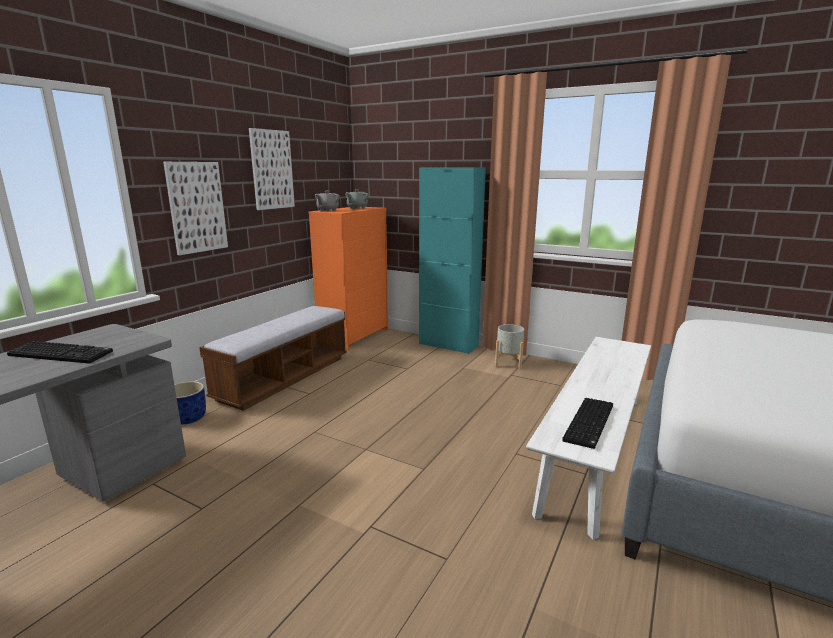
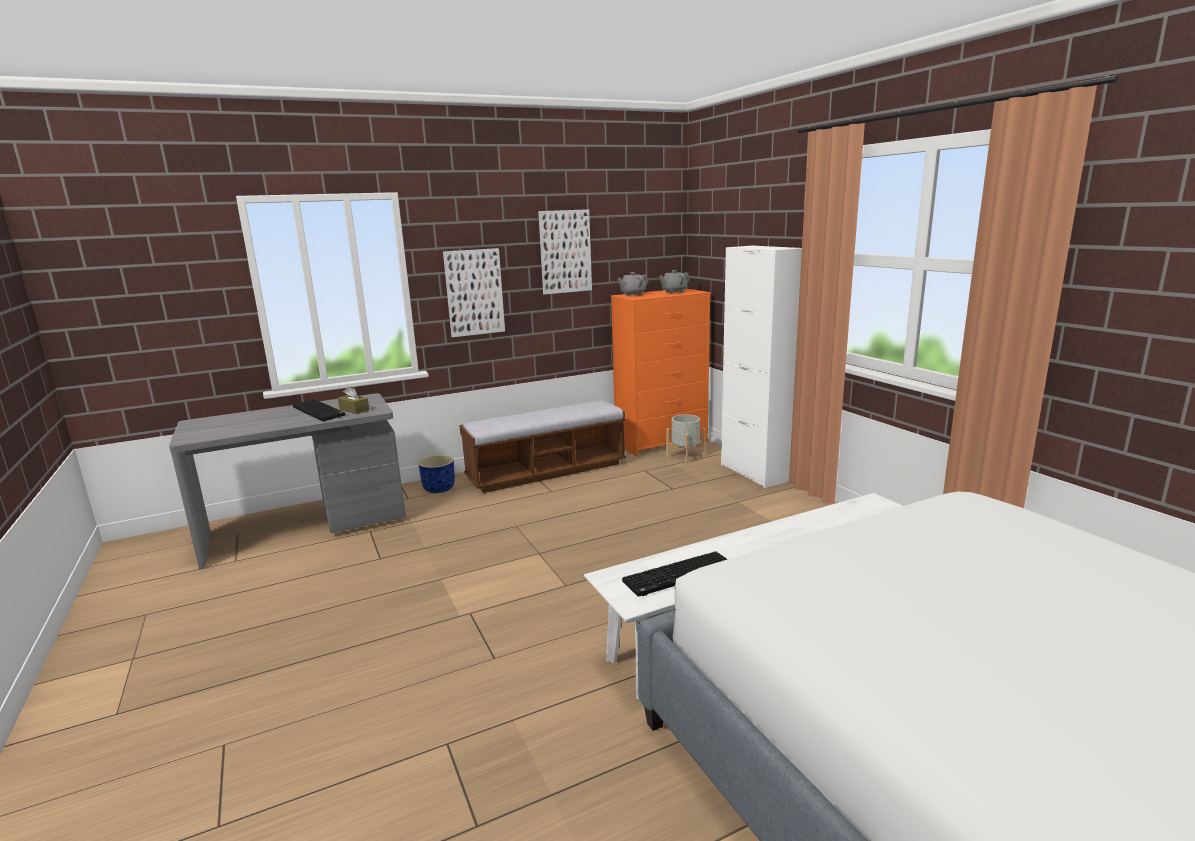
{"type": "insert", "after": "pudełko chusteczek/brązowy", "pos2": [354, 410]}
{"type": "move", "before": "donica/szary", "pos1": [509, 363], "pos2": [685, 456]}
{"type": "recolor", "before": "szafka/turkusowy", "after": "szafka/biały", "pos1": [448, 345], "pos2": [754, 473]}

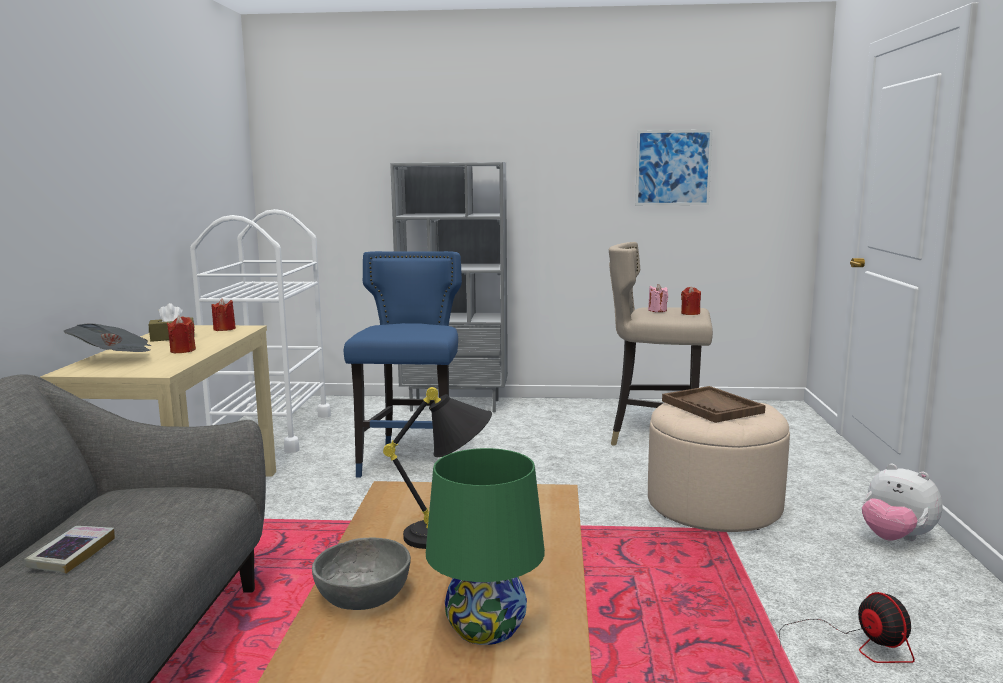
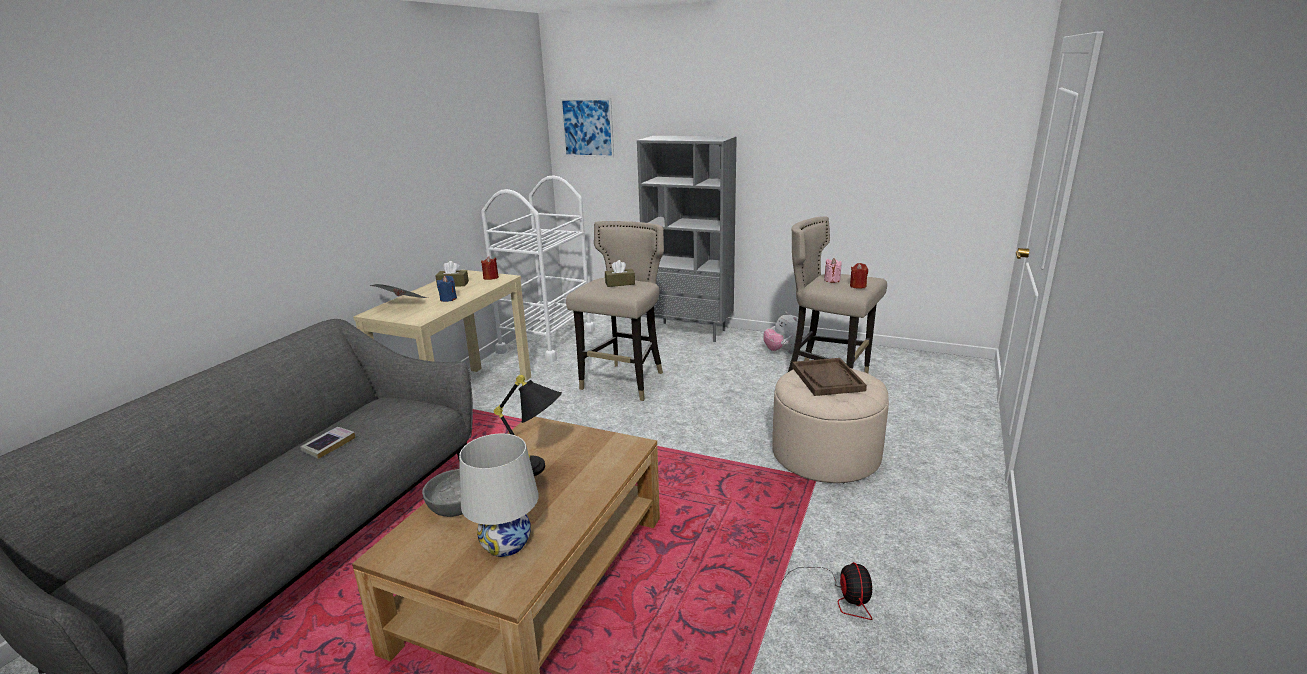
{"type": "insert", "after": "pudełko chusteczek/brązowy", "pos2": [620, 283]}
{"type": "move", "before": "obraz", "pos1": [673, 168], "pos2": [587, 127]}
{"type": "move", "before": "pluszak", "pos1": [896, 539], "pos2": [784, 352]}
{"type": "recolor", "before": "świeca/czerwony", "after": "świeca/niebieski", "pos1": [183, 350], "pos2": [448, 299]}
{"type": "recolor", "before": "stołek/niebieski", "after": "stołek/beżowy", "pos1": [412, 464], "pos2": [624, 382]}
{"type": "recolor", "before": "lampa stołowa/zielony", "after": "lampa stołowa/biały", "pos1": [485, 627], "pos2": [505, 544]}

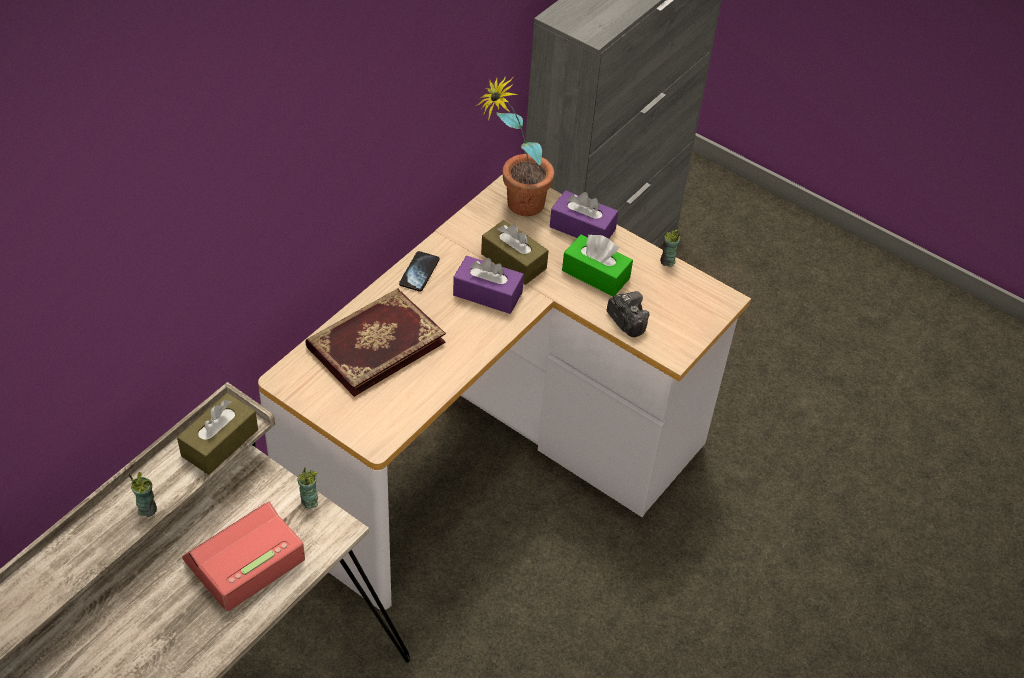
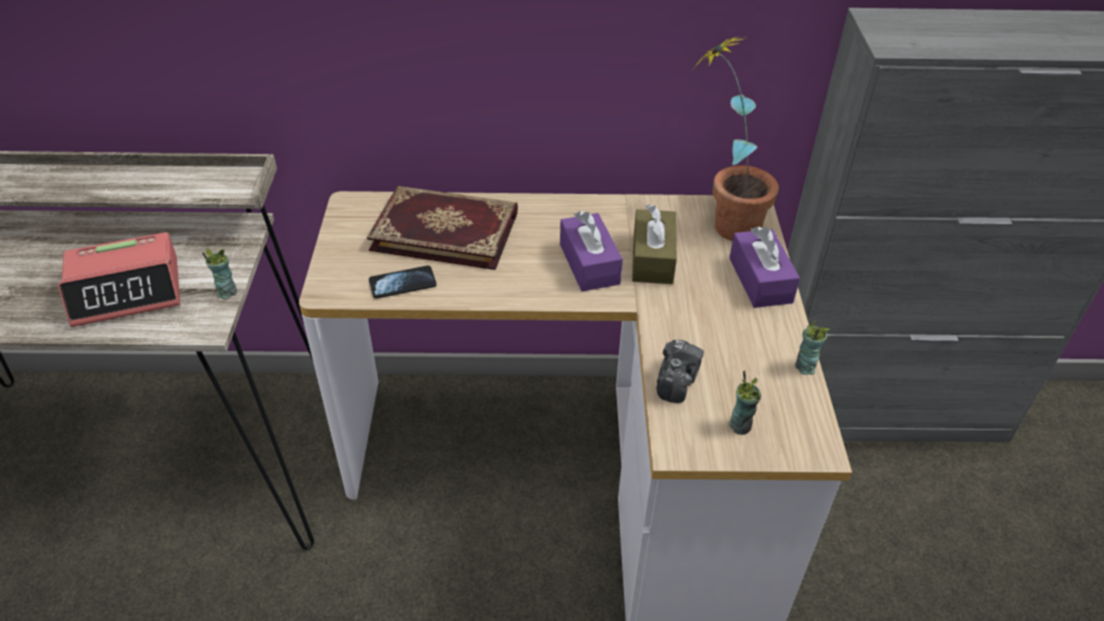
{"type": "delete", "before": "pudełko chusteczek/brązowy", "pos1": [220, 442]}
{"type": "delete", "before": "pudełko chusteczek/zielony", "pos1": [595, 274]}
{"type": "move", "before": "filiżanka", "pos1": [147, 509], "pos2": [740, 425]}
{"type": "move", "before": "telefon", "pos1": [419, 272], "pos2": [402, 283]}
{"type": "rotate", "before": "budzik", "pos1": [244, 561], "pos2": [127, 290], "turn": 150}

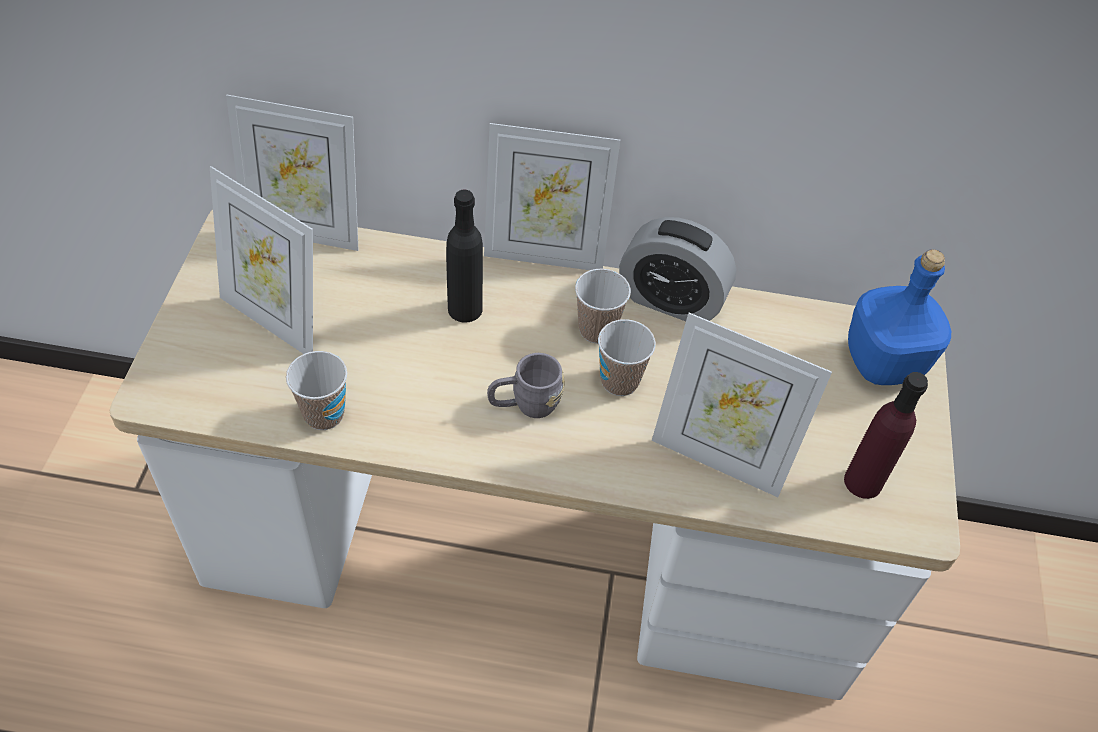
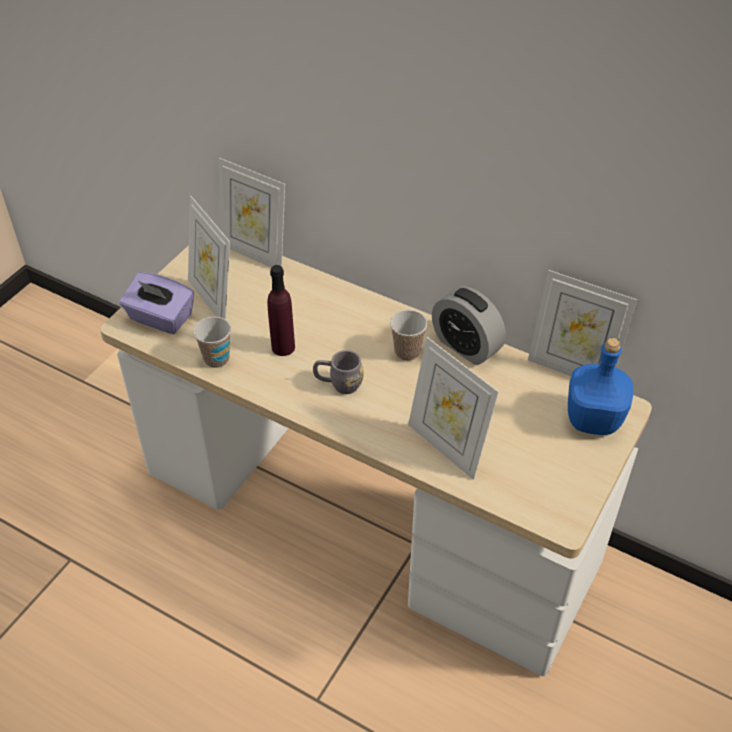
{"type": "delete", "before": "butelka/czarny", "pos1": [465, 309]}
{"type": "delete", "before": "filiżanka", "pos1": [619, 381]}
{"type": "insert", "after": "pudełko chusteczek/fioletowy", "pos2": [160, 318]}
{"type": "move", "before": "ramka na zdjęcie", "pos1": [544, 254], "pos2": [571, 369]}
{"type": "move", "before": "butelka/fioletowy", "pos1": [862, 482], "pos2": [283, 347]}

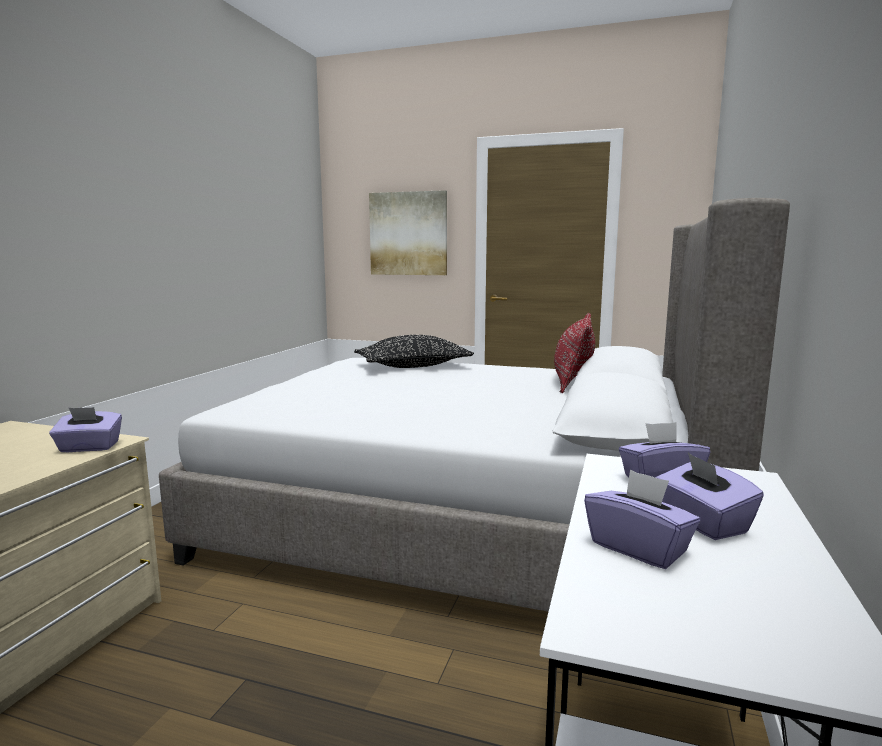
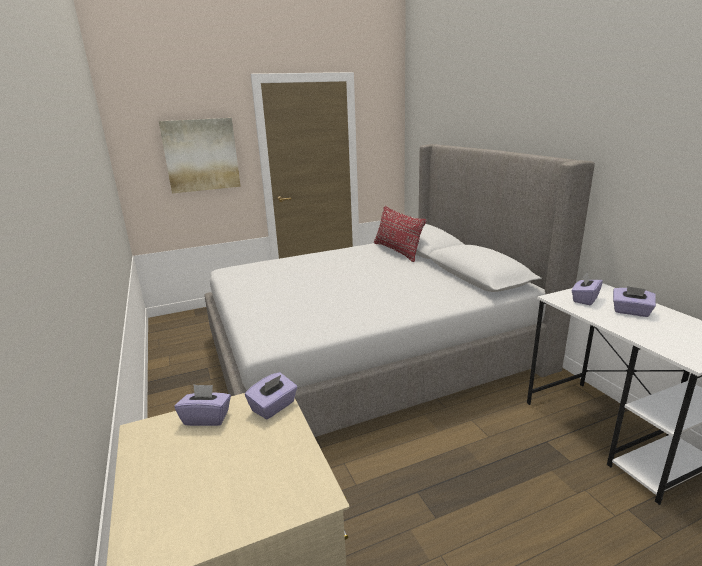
{"type": "delete", "before": "poduszka/czarny", "pos1": [413, 366]}
{"type": "move", "before": "pudełko chusteczek/fioletowy", "pos1": [638, 548], "pos2": [206, 418]}

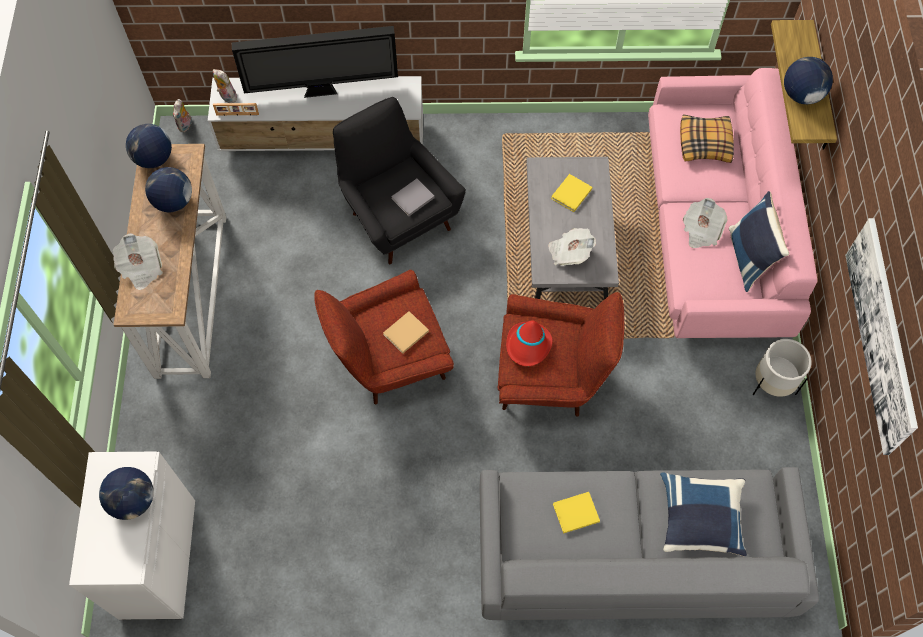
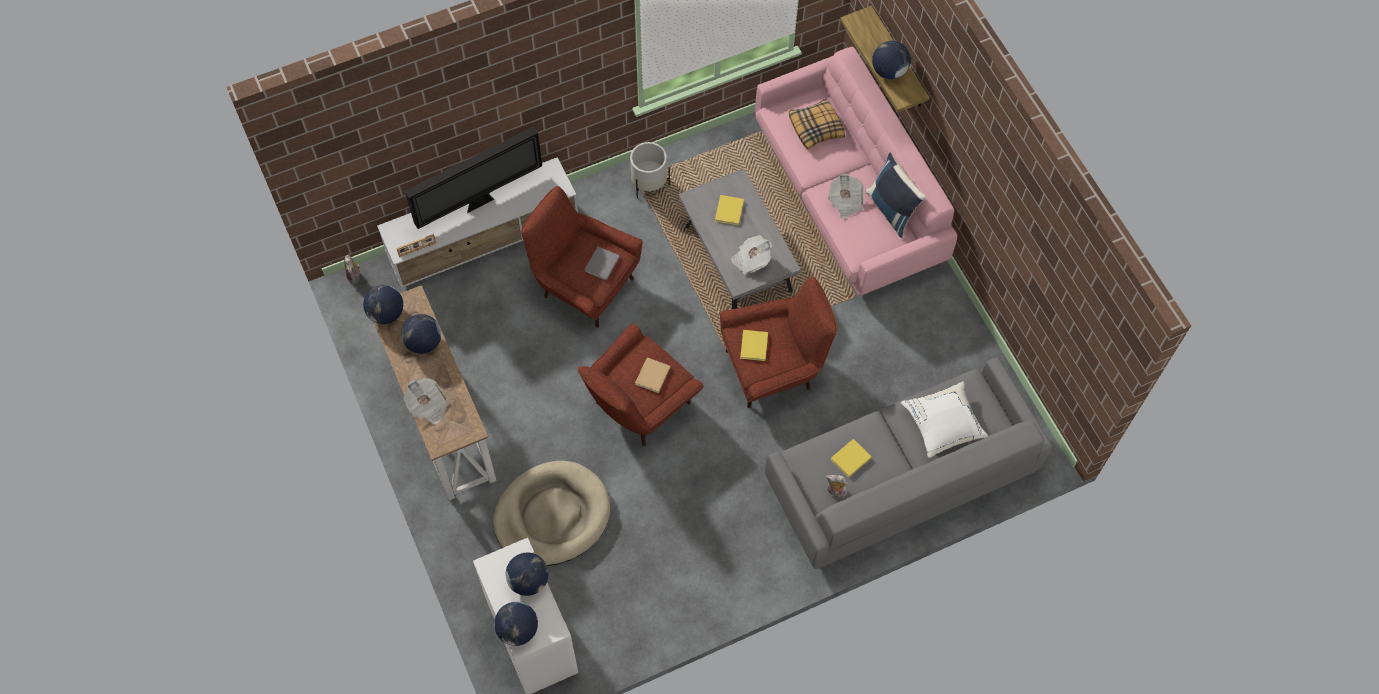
{"type": "delete", "before": "obraz", "pos1": [882, 334]}
{"type": "insert", "after": "legowisko/beżowy", "pos2": [552, 516]}
{"type": "insert", "after": "globus", "pos2": [518, 630]}
{"type": "move", "before": "pluszak", "pos1": [226, 97], "pos2": [835, 492]}
{"type": "move", "before": "donica/biały", "pos1": [773, 383], "pos2": [649, 183]}
{"type": "replace", "before": "kapelusz/czerwony", "after": "książka/żółty", "pos1": [528, 345], "pos2": [754, 347]}
{"type": "recolor", "before": "fotel/czarny", "after": "fotel/czerwony", "pos1": [398, 216], "pos2": [583, 284]}
{"type": "recolor", "before": "poduszka/niebieski", "after": "poduszka/biały", "pos1": [699, 519], "pos2": [942, 425]}

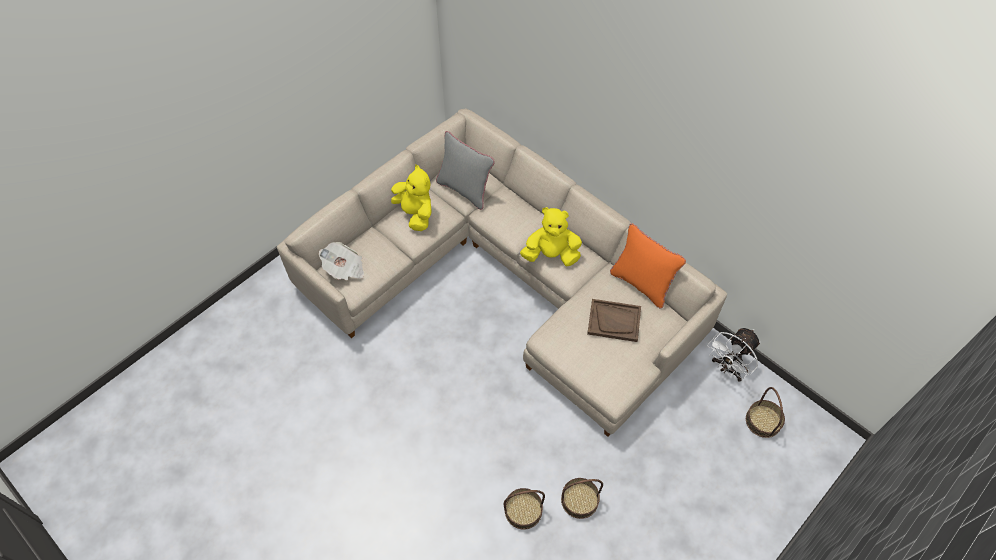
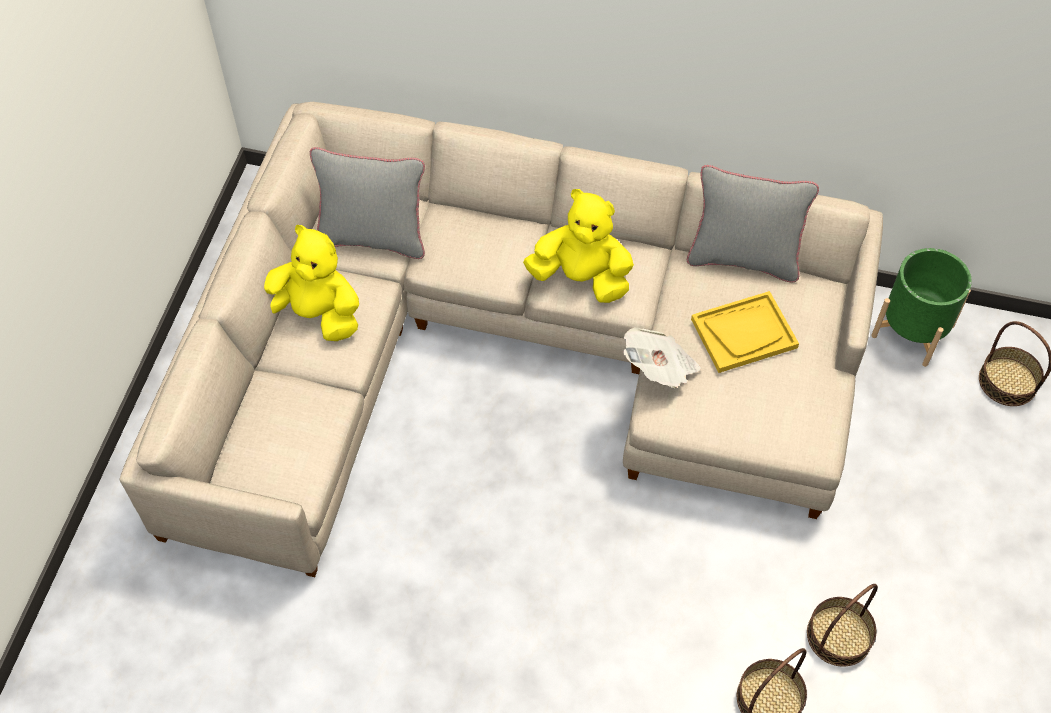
{"type": "move", "before": "gazeta", "pos1": [344, 269], "pos2": [660, 368]}
{"type": "replace", "before": "wentylator/biały", "after": "donica/zielony", "pos1": [727, 368], "pos2": [912, 331]}
{"type": "recolor", "before": "taca/brązowy", "after": "taca/żółty", "pos1": [614, 321], "pos2": [744, 333]}
{"type": "recolor", "before": "poduszka/pomarańczowy", "after": "poduszka/szary", "pos1": [641, 284], "pos2": [743, 258]}
{"type": "rotate", "before": "pluszak/żółty", "pos1": [551, 255], "pos2": [581, 278], "turn": 45}

